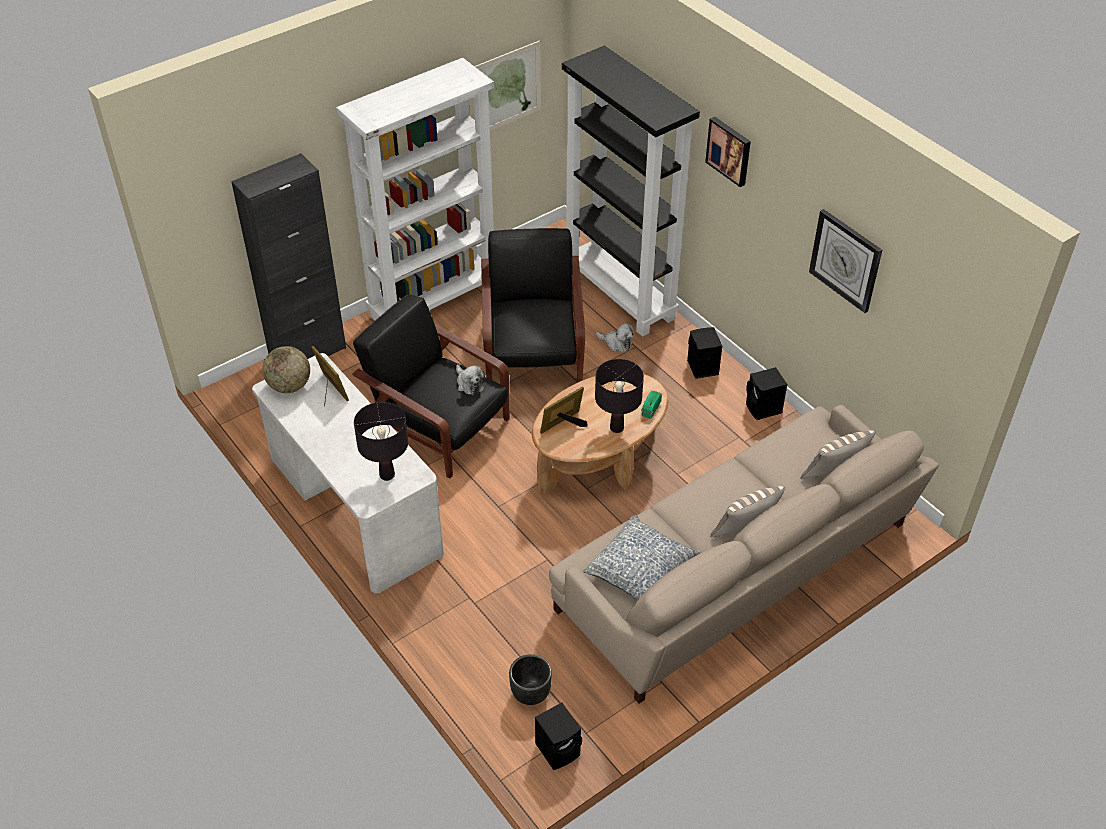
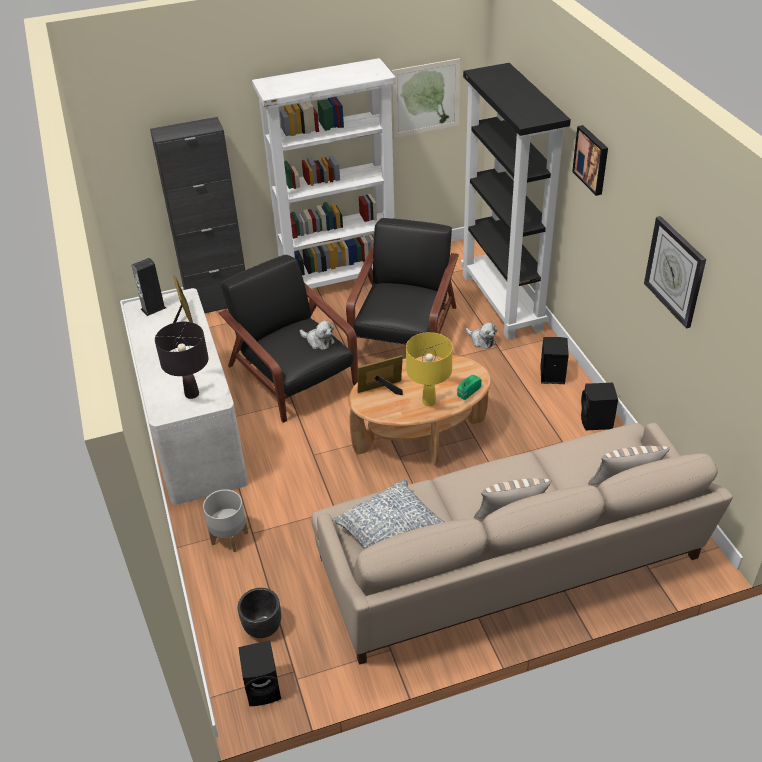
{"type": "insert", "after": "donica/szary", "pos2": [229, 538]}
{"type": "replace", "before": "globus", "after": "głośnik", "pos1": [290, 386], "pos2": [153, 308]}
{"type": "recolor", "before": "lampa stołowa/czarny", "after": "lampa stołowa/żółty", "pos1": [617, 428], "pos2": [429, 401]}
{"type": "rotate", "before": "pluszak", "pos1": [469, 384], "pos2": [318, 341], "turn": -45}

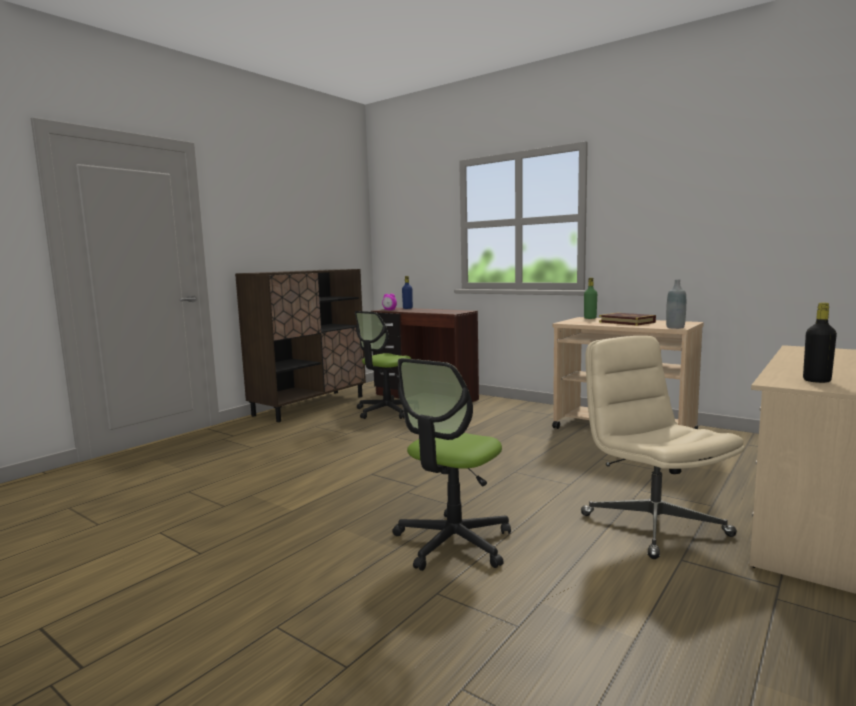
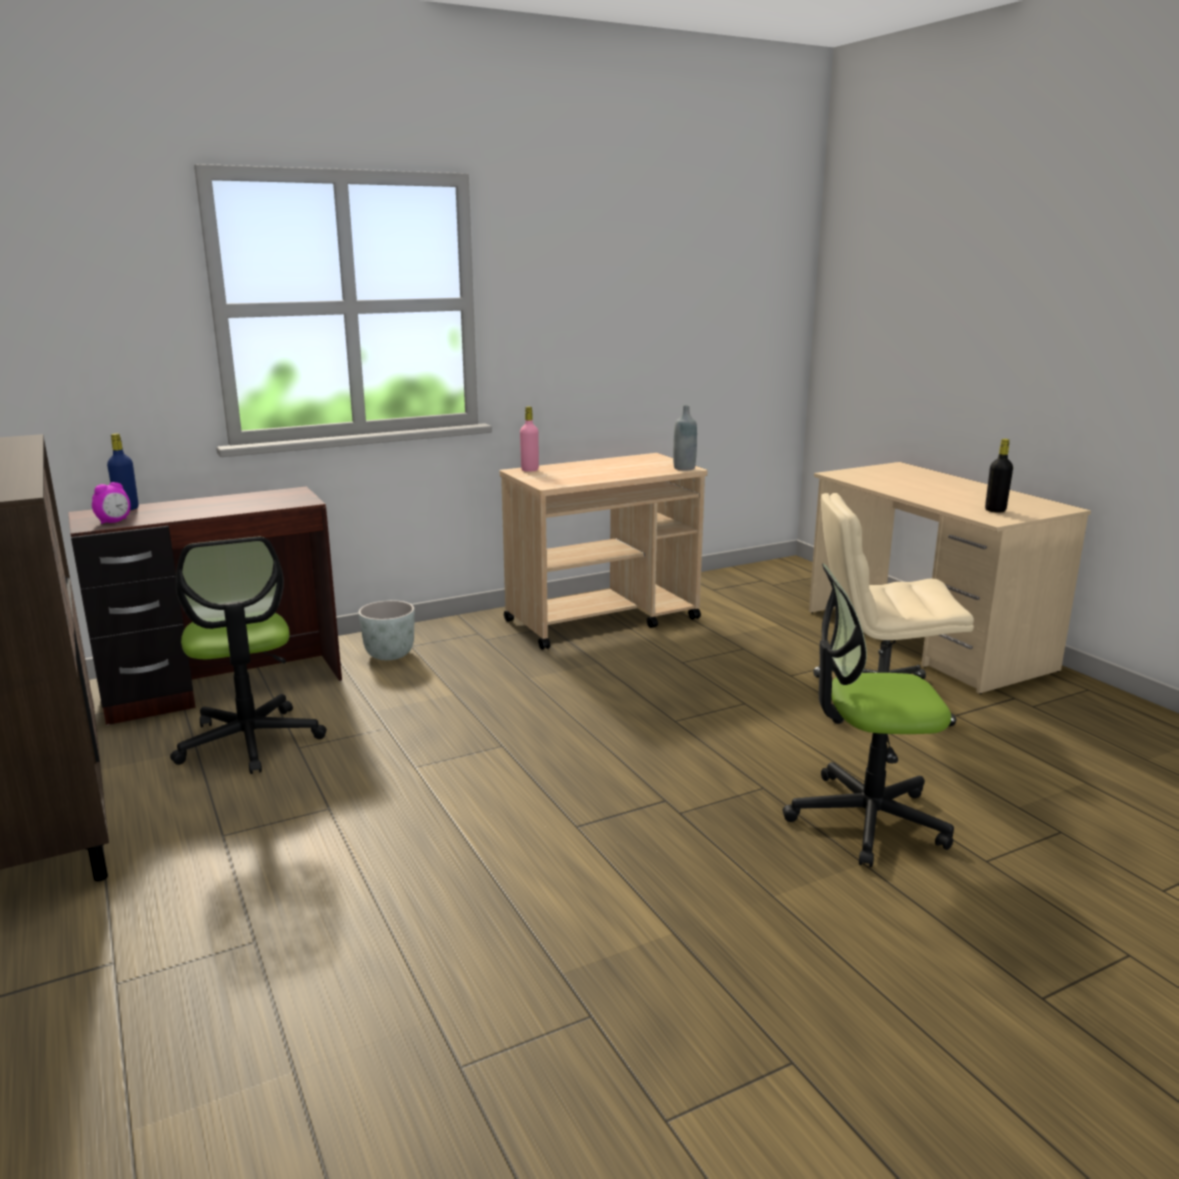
{"type": "delete", "before": "książka", "pos1": [626, 322]}
{"type": "insert", "after": "donica/szary", "pos2": [390, 654]}
{"type": "recolor", "before": "butelka/zielony", "after": "butelka/różowy", "pos1": [590, 318], "pos2": [530, 470]}
{"type": "rotate", "before": "krzesło biurowe", "pos1": [453, 542], "pos2": [866, 819], "turn": 120}

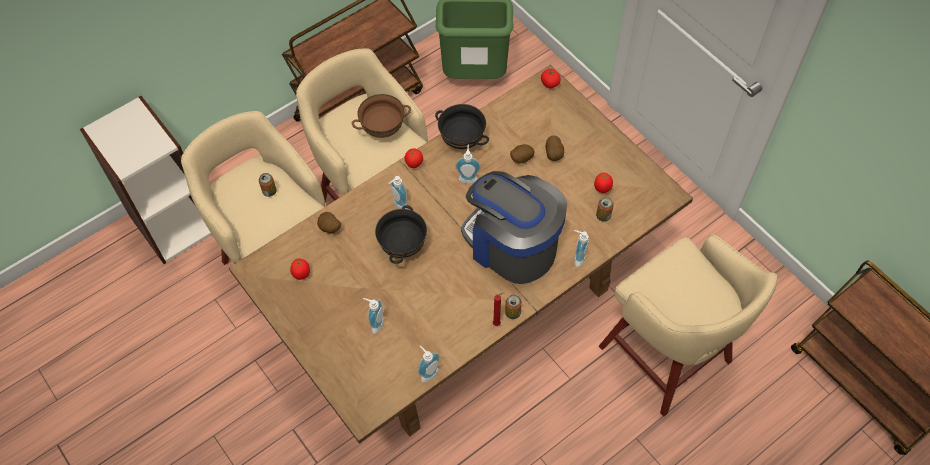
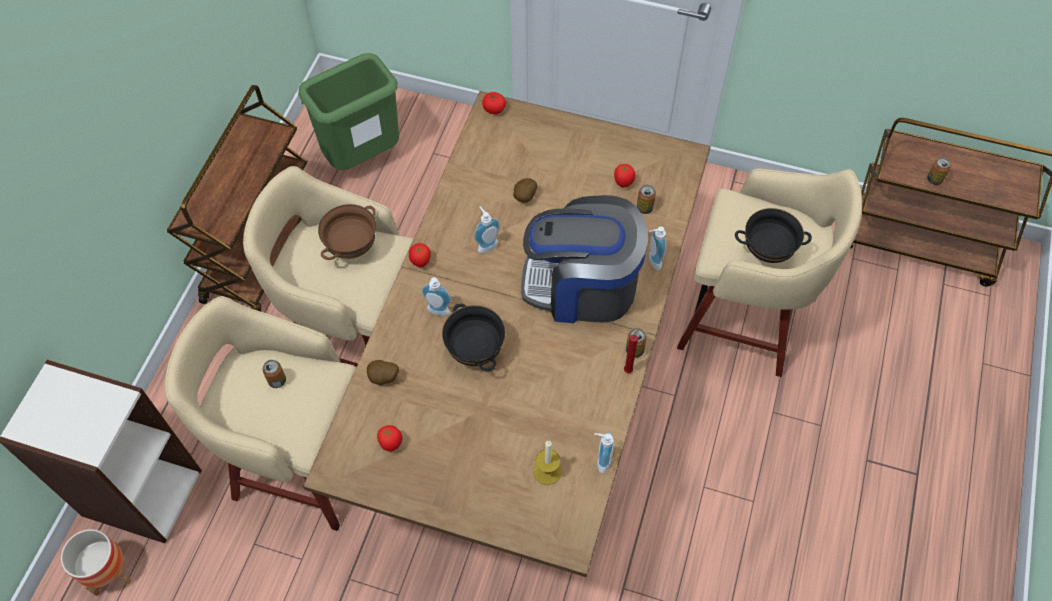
{"type": "delete", "before": "dozownik mydła", "pos1": [375, 323]}
{"type": "delete", "before": "ziemniak", "pos1": [554, 154]}
{"type": "insert", "after": "donica", "pos2": [109, 572]}
{"type": "insert", "after": "świeca", "pos2": [547, 471]}
{"type": "insert", "after": "puszka", "pos2": [934, 179]}
{"type": "move", "before": "miska/czarny", "pos1": [461, 141], "pos2": [767, 252]}

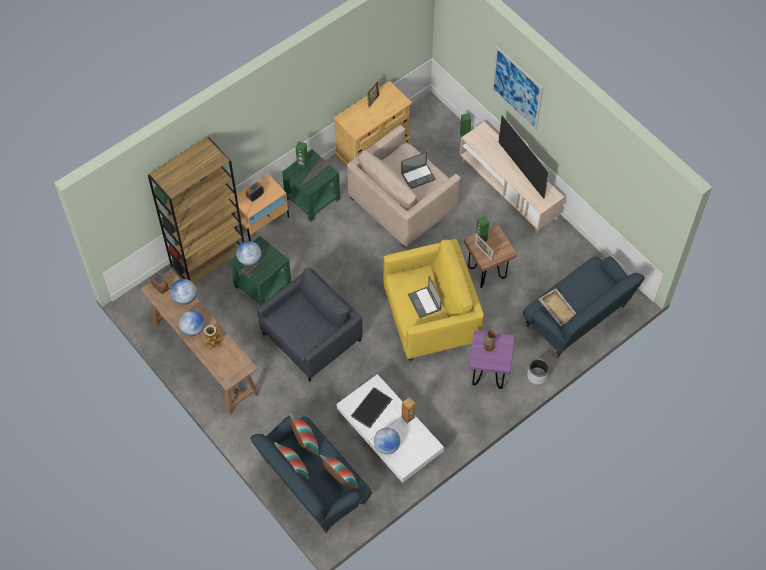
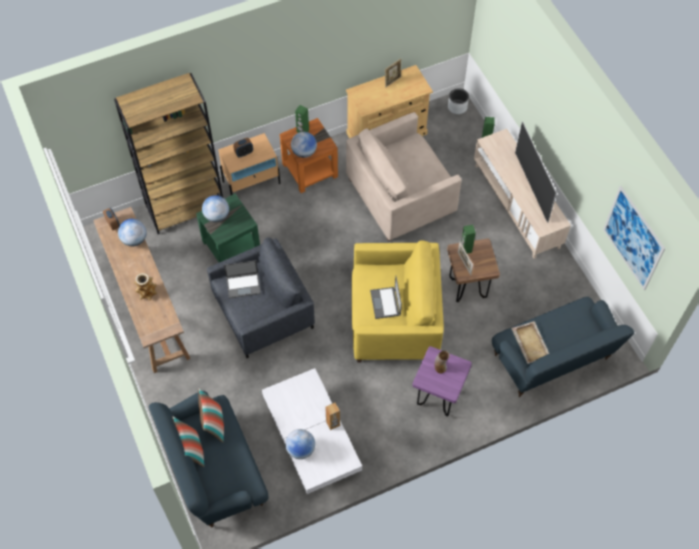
{"type": "delete", "before": "poduszka", "pos1": [340, 479]}
{"type": "delete", "before": "taca", "pos1": [372, 408]}
{"type": "move", "before": "globus", "pos1": [193, 329], "pos2": [304, 152]}
{"type": "move", "before": "laptop", "pos1": [418, 176], "pos2": [244, 285]}
{"type": "move", "before": "obraz", "pos1": [517, 88], "pos2": [633, 238]}
{"type": "move", "before": "donica/szary", "pos1": [537, 375], "pos2": [457, 107]}
{"type": "recolor", "before": "stolik/zielony", "after": "stolik/pomarańczowy", "pos1": [312, 197], "pos2": [310, 169]}

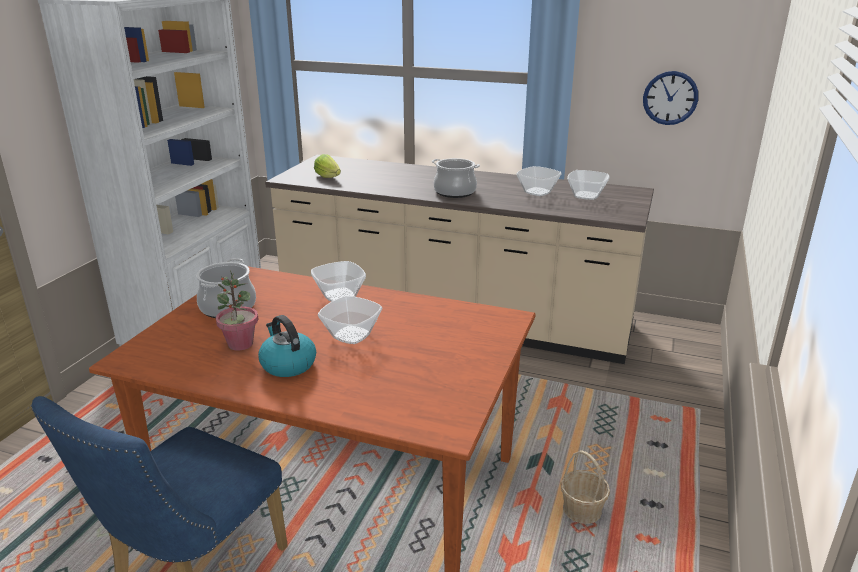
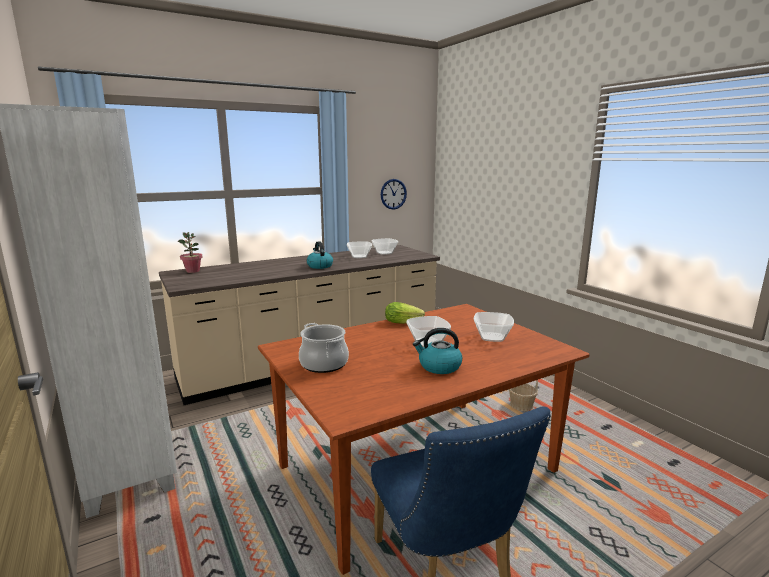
{"type": "move", "before": "roślina doniczkowa", "pos1": [240, 344], "pos2": [193, 271]}
{"type": "move", "before": "miska", "pos1": [338, 295], "pos2": [491, 337]}
{"type": "move", "before": "sałata", "pos1": [329, 177], "pos2": [404, 322]}
{"type": "replace", "before": "garnek", "after": "czajnik", "pos1": [454, 192], "pos2": [319, 266]}

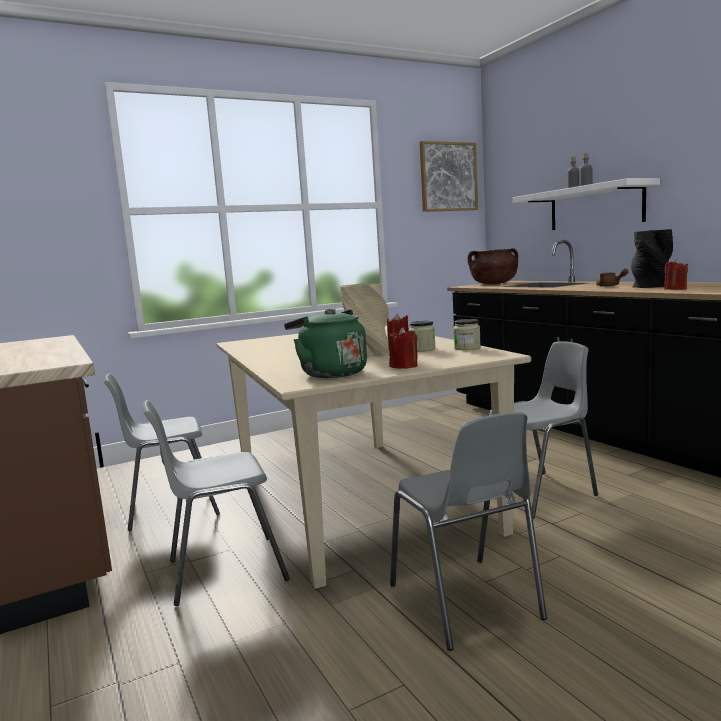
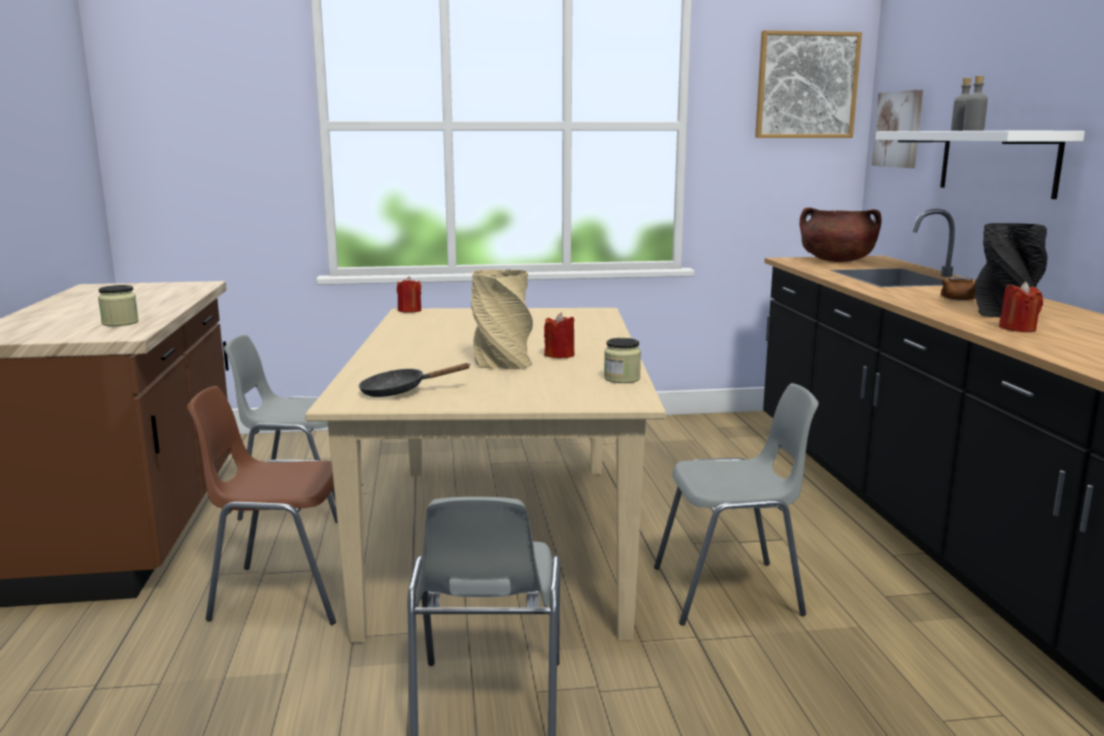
{"type": "insert", "after": "obraz", "pos2": [899, 129]}
{"type": "move", "before": "świeca/czerwony", "pos1": [404, 366], "pos2": [409, 310]}
{"type": "move", "before": "słoik", "pos1": [422, 349], "pos2": [120, 323]}
{"type": "replace", "before": "czajnik/zielony", "after": "patelnia/czarny", "pos1": [330, 373], "pos2": [400, 391]}
{"type": "recolor", "before": "krzesło/szary", "after": "krzesło/brązowy", "pos1": [223, 570], "pos2": [284, 593]}

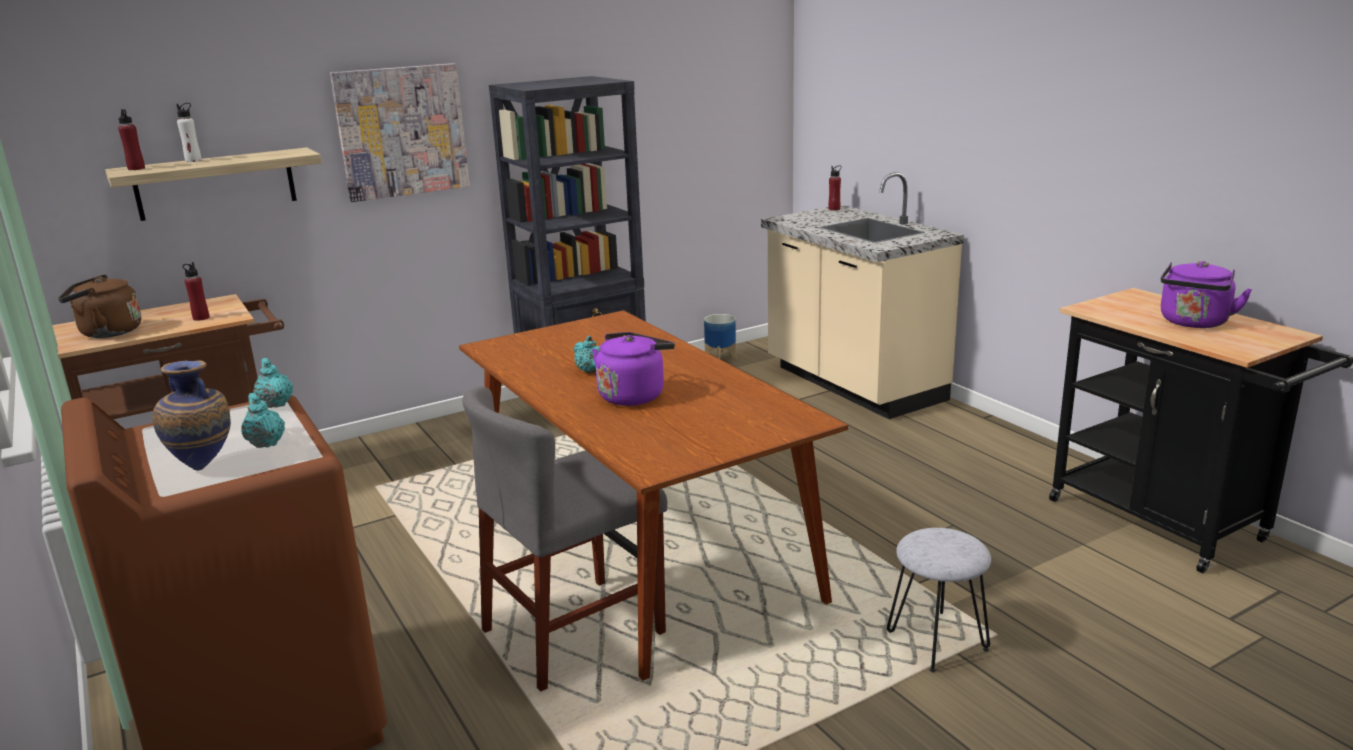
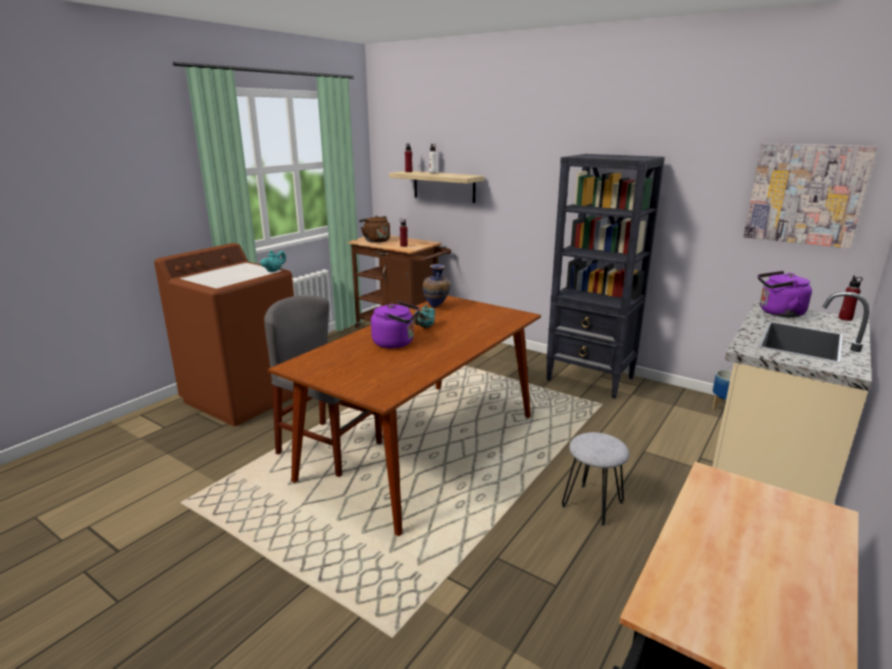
{"type": "delete", "before": "imbryk/turkusowy", "pos1": [265, 443]}
{"type": "move", "before": "wazon", "pos1": [205, 466], "pos2": [436, 307]}
{"type": "move", "before": "obraz", "pos1": [402, 131], "pos2": [805, 194]}
{"type": "move", "before": "stołek/szary", "pos1": [936, 641], "pos2": [592, 504]}
{"type": "move", "before": "czajnik/fioletowy", "pos1": [1193, 323], "pos2": [778, 313]}

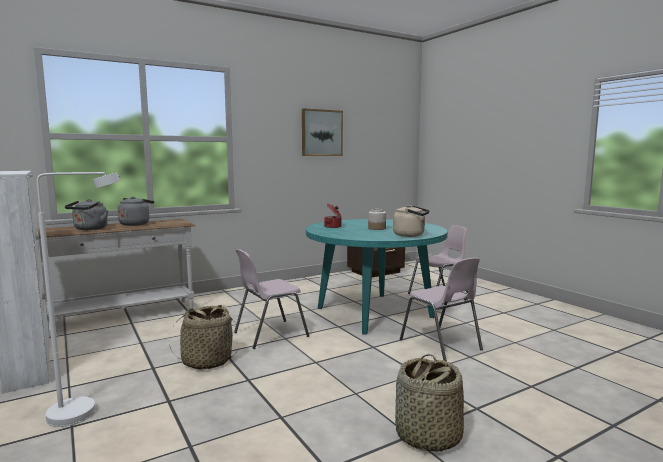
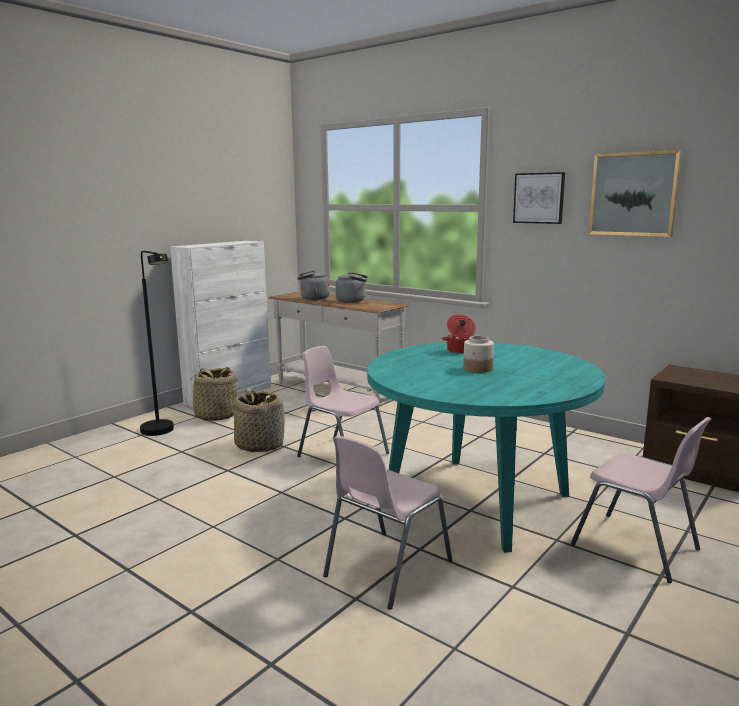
{"type": "delete", "before": "czajnik/beżowy", "pos1": [411, 235]}
{"type": "insert", "after": "obraz", "pos2": [539, 198]}
{"type": "move", "before": "koszyk", "pos1": [427, 436], "pos2": [216, 415]}
{"type": "recolor", "before": "lampa stojąca/biały", "after": "lampa stojąca/czarny", "pos1": [86, 411], "pos2": [161, 432]}

